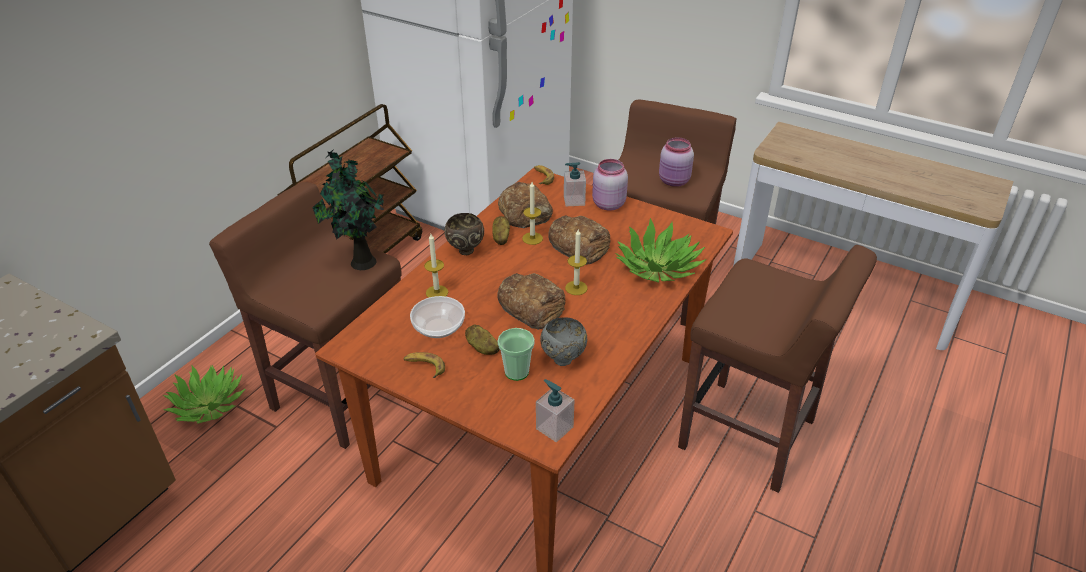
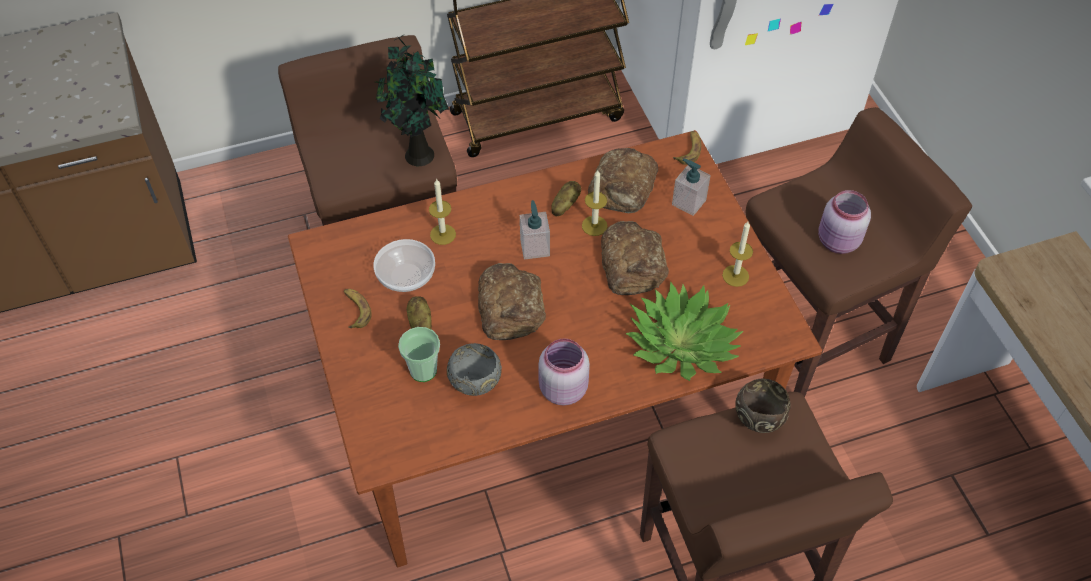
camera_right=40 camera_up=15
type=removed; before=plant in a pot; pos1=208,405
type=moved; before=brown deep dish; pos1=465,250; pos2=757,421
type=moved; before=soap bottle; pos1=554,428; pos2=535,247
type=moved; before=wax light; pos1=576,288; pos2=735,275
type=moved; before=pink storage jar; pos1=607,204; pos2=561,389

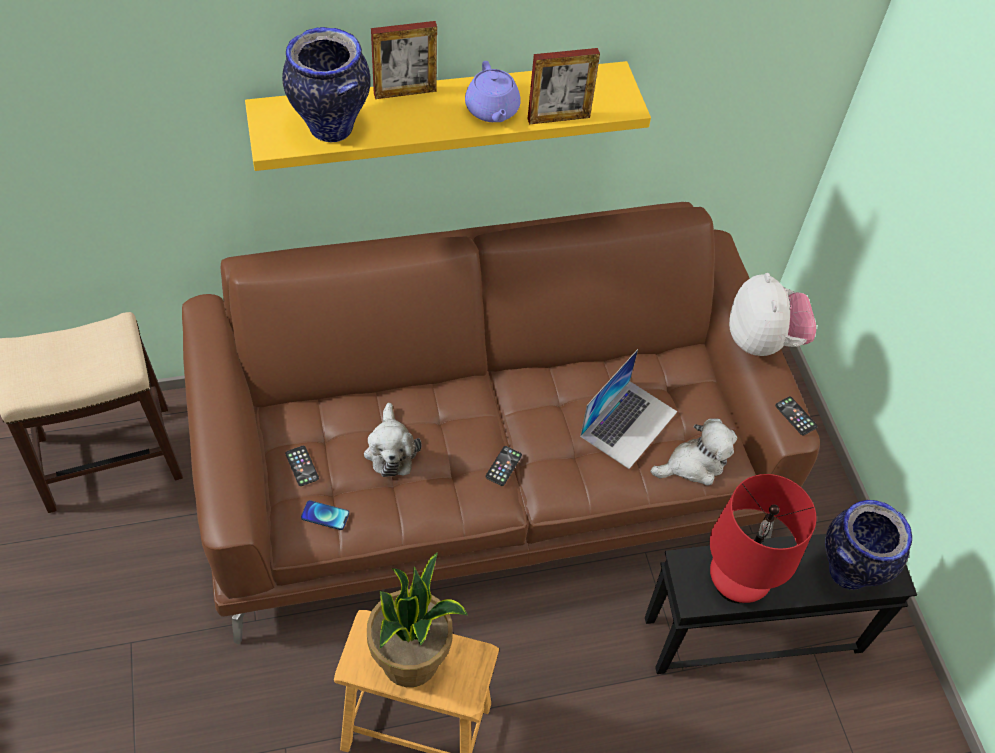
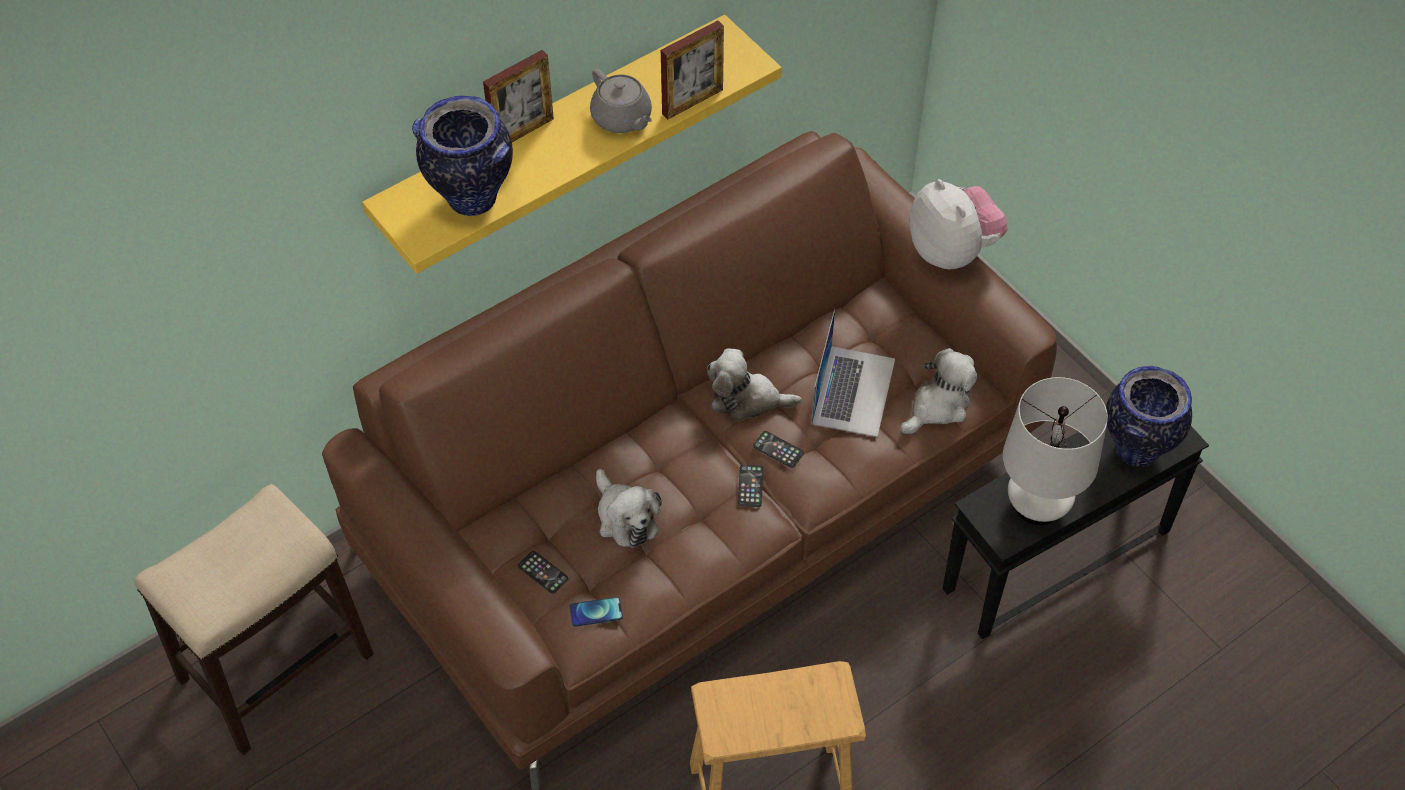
camera_right=-20 camera_up=0
type=removed; before=plant in a pot; pos1=411,660
type=added; after=soft toy; pos2=747,399
type=moved; before=telephone; pos1=796,416; pos2=778,449
type=recoloured; before=purplish pot for tea; after=grey pot for tea; pos1=492,110; pos2=622,118
type=recoloured; before=red tabletop lamp; after=white-coloured tabletop lamp; pos1=736,583; pos2=1037,505

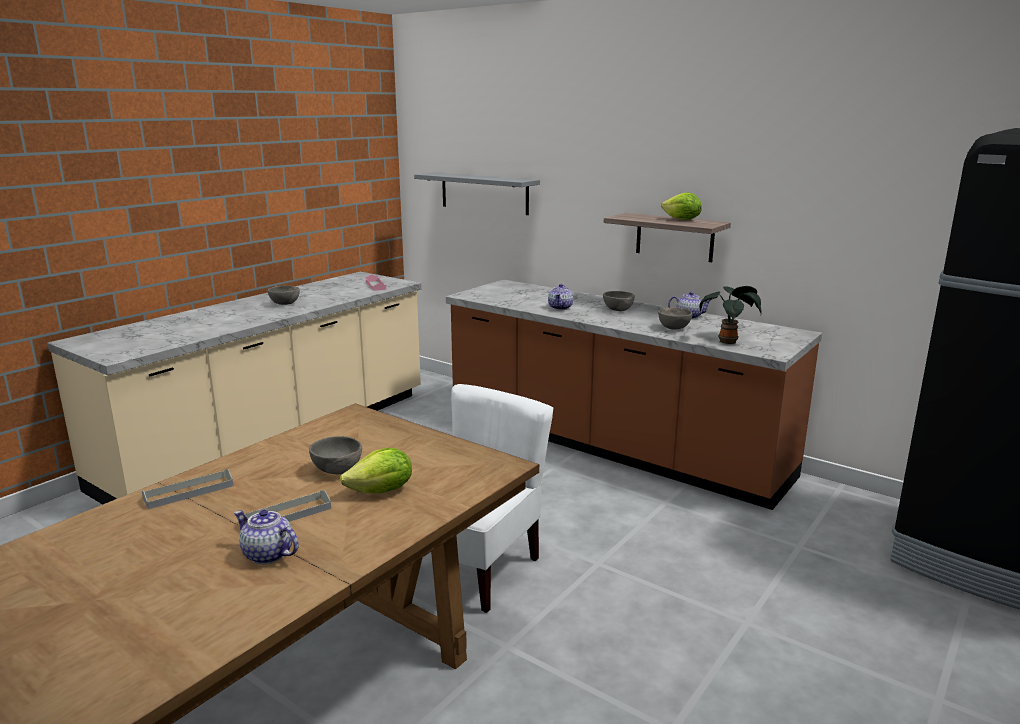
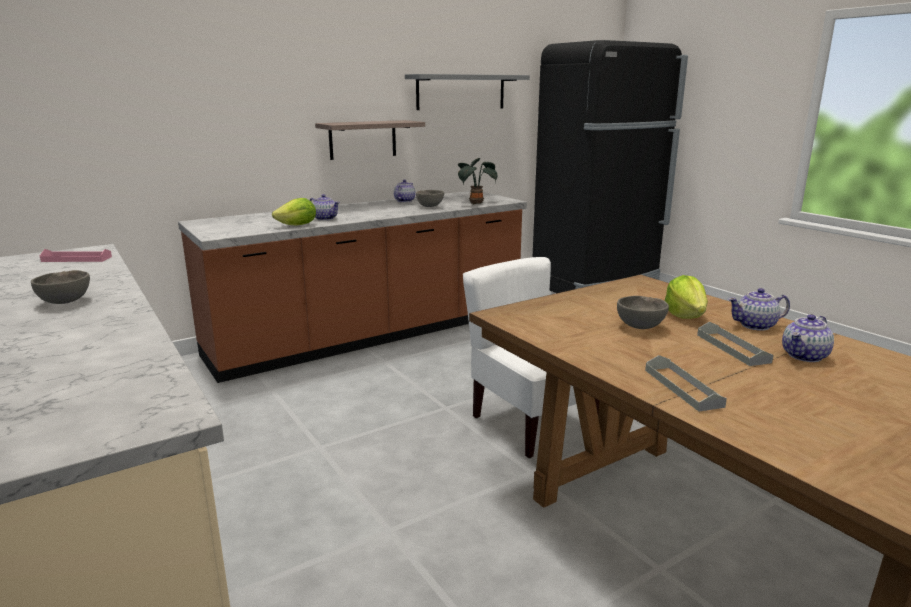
camera_right=-70 camera_up=0
type=removed; before=grey deep dish; pos1=618,310
type=added; after=pot for tea; pos2=756,325
type=moved; before=grey shelf; pos1=484,193; pos2=461,92
type=moved; before=lettuce; pos1=681,220; pos2=298,225

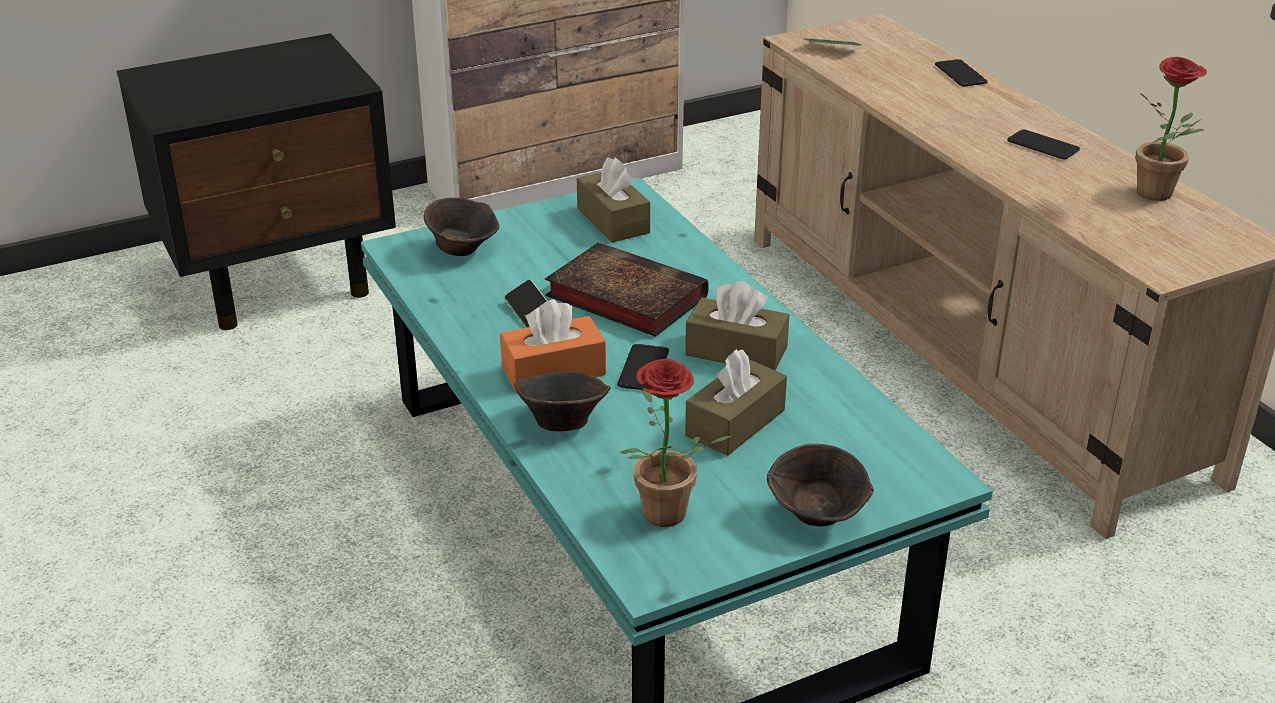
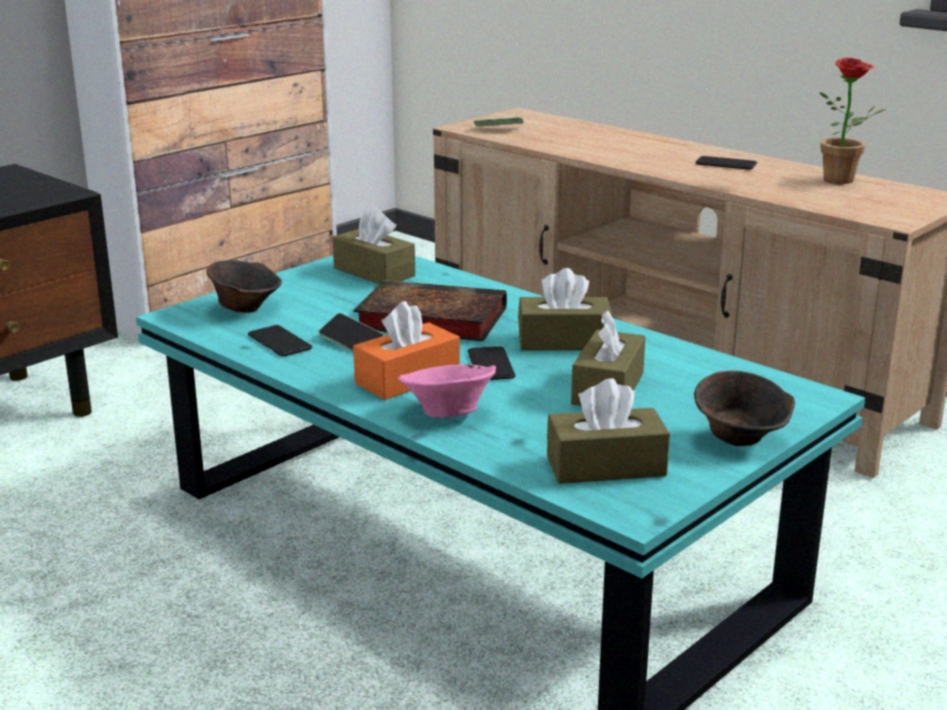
camera_right=-20 camera_up=-10
type=moved; before=telephone; pos1=960,74; pos2=279,342
type=replaced; before=plant in a pot; after=brown box of tissues; pos1=663,520; pos2=606,466
type=recoloured; before=brown deep dish; after=pink deep dish; pos1=561,423; pos2=447,414

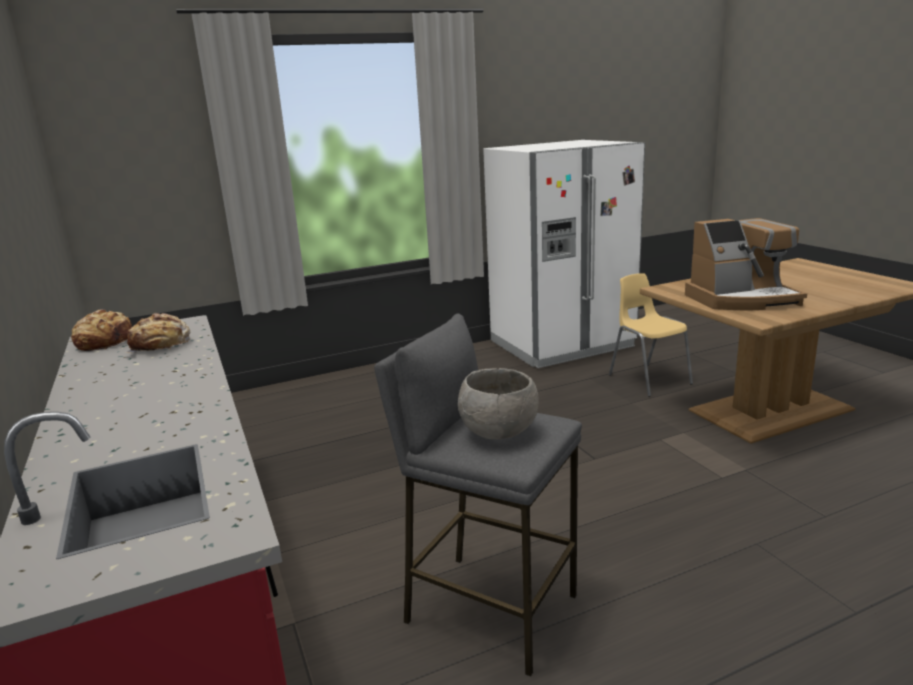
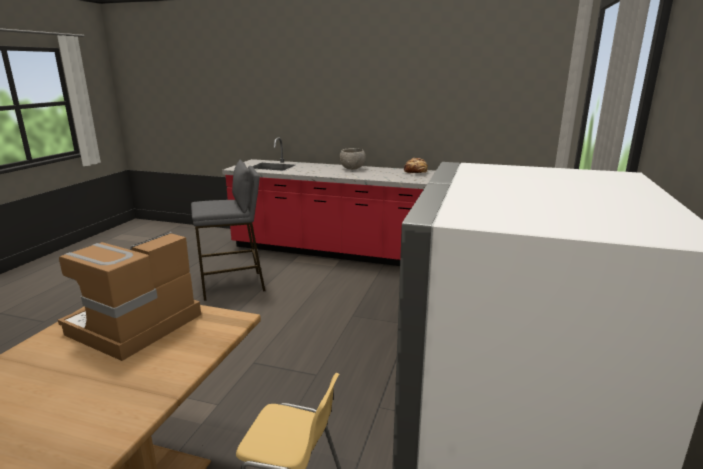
camera_right=130 camera_up=0
type=removed; before=bakery bread; pos1=161,345
type=moved; before=grey deep dish; pos1=499,433; pos2=352,169

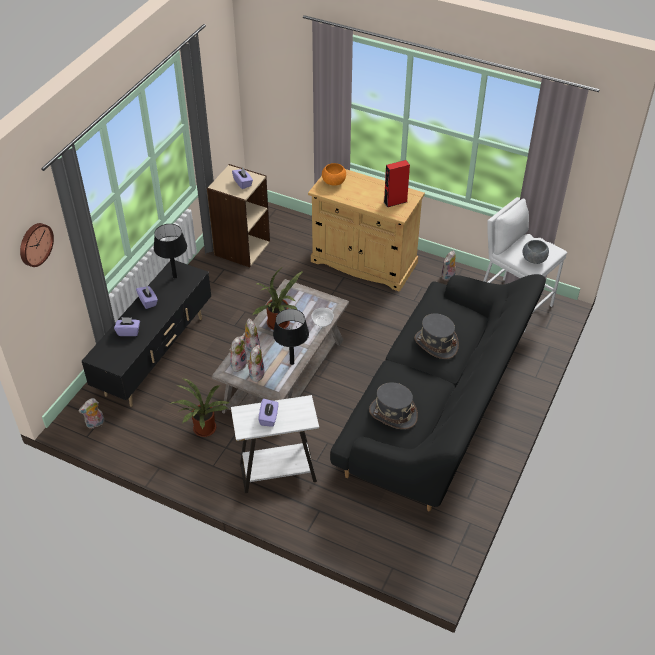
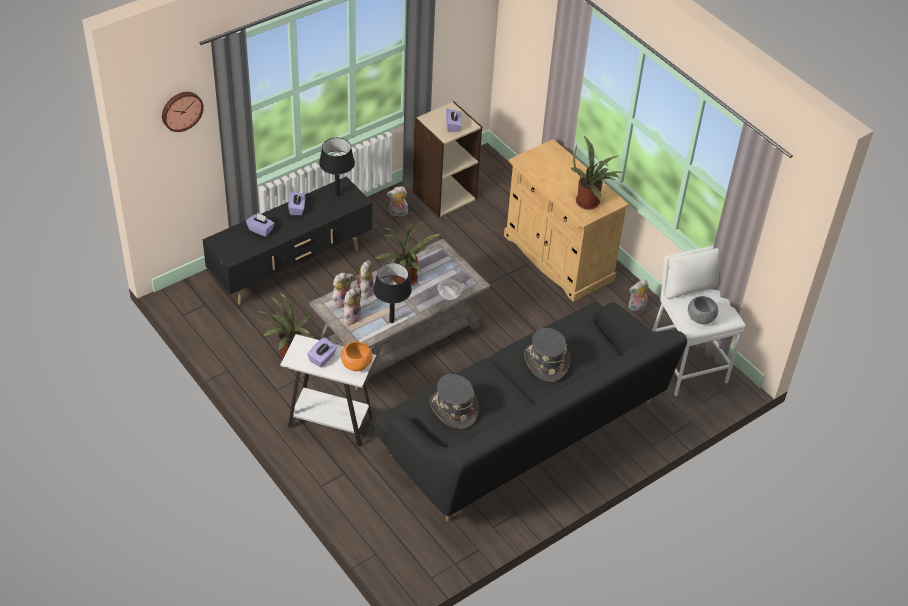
camera_right=25 camera_up=0
type=moved; before=soft toy; pos1=95,424; pos2=398,213
type=moved; before=orange-coloured deep dish; pos1=334,182; pos2=356,364
type=replaced; before=red speaker; after=plant in a pot; pos1=395,202; pos2=590,202

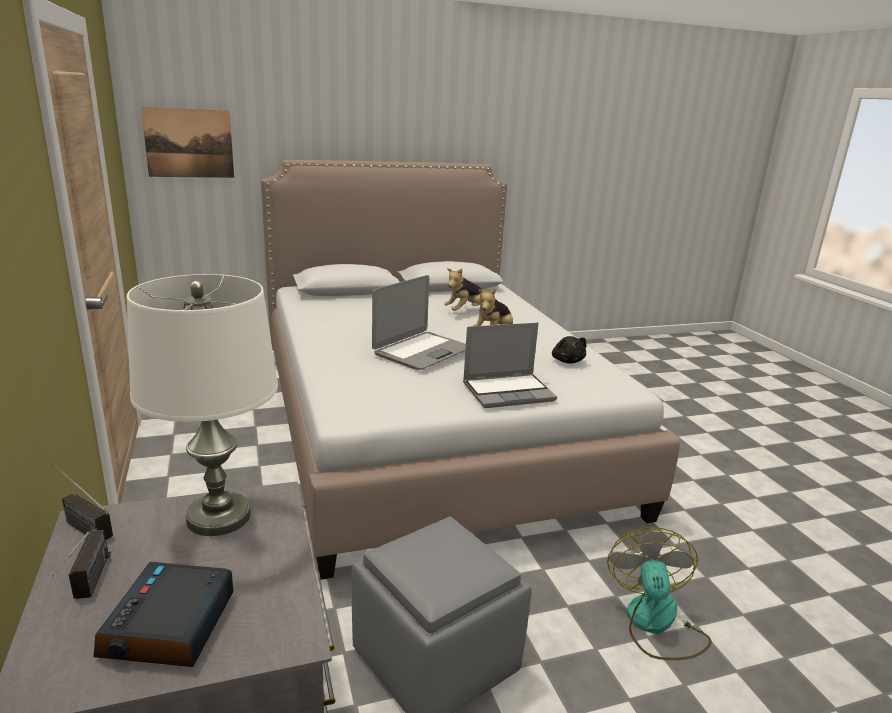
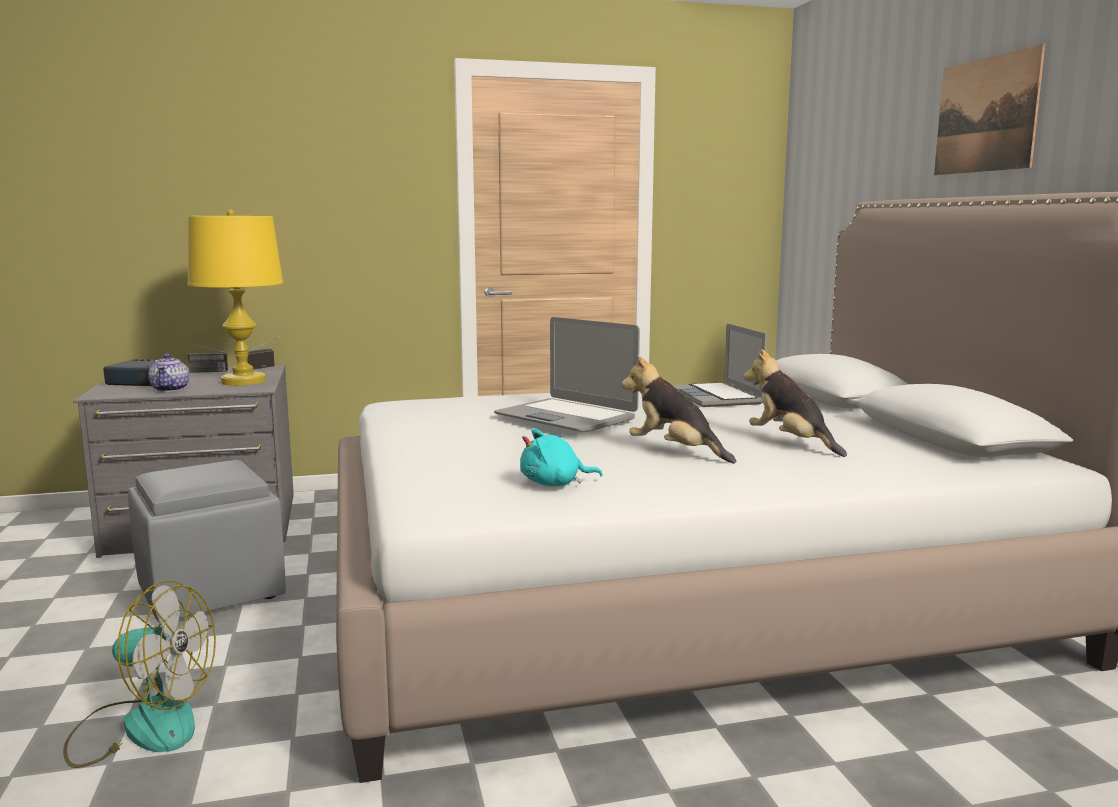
camera_right=95 camera_up=-10
type=added; after=pot for tea; pos2=171,389
type=moved; before=picture; pos1=189,143; pos2=986,115
type=moved; before=portable computer; pos1=509,392; pos2=717,397
type=recoloured; before=white-coloured tabletop lamp; after=yellow-coloured tabletop lamp; pos1=218,517; pos2=243,381
type=recoloured; before=blackish soft toy; after=blue-green soft toy; pos1=567,361; pos2=554,484

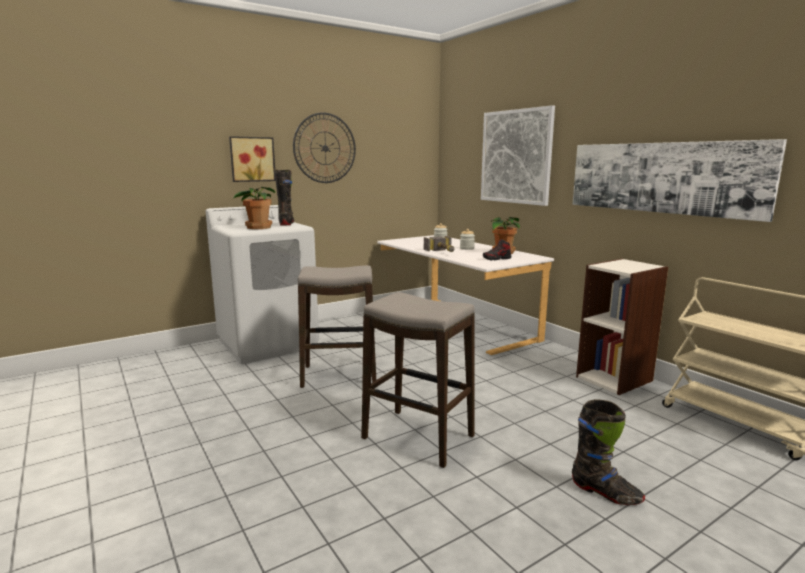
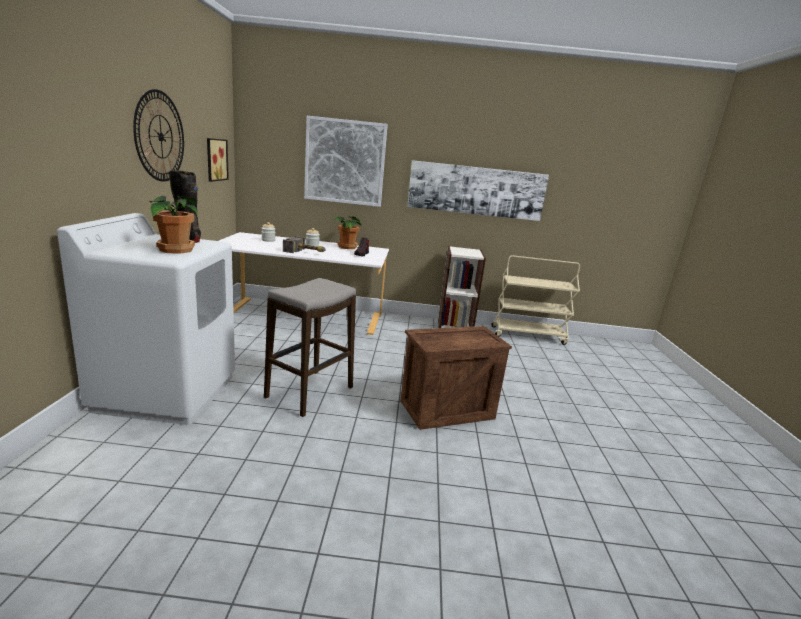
camera_right=-55 camera_up=5
type=removed; before=blackish tall boot; pos1=605,493
type=moved; before=picture; pos1=252,159; pos2=215,159
type=replaced; before=stool seat; after=packing crate; pos1=418,437; pos2=447,409

